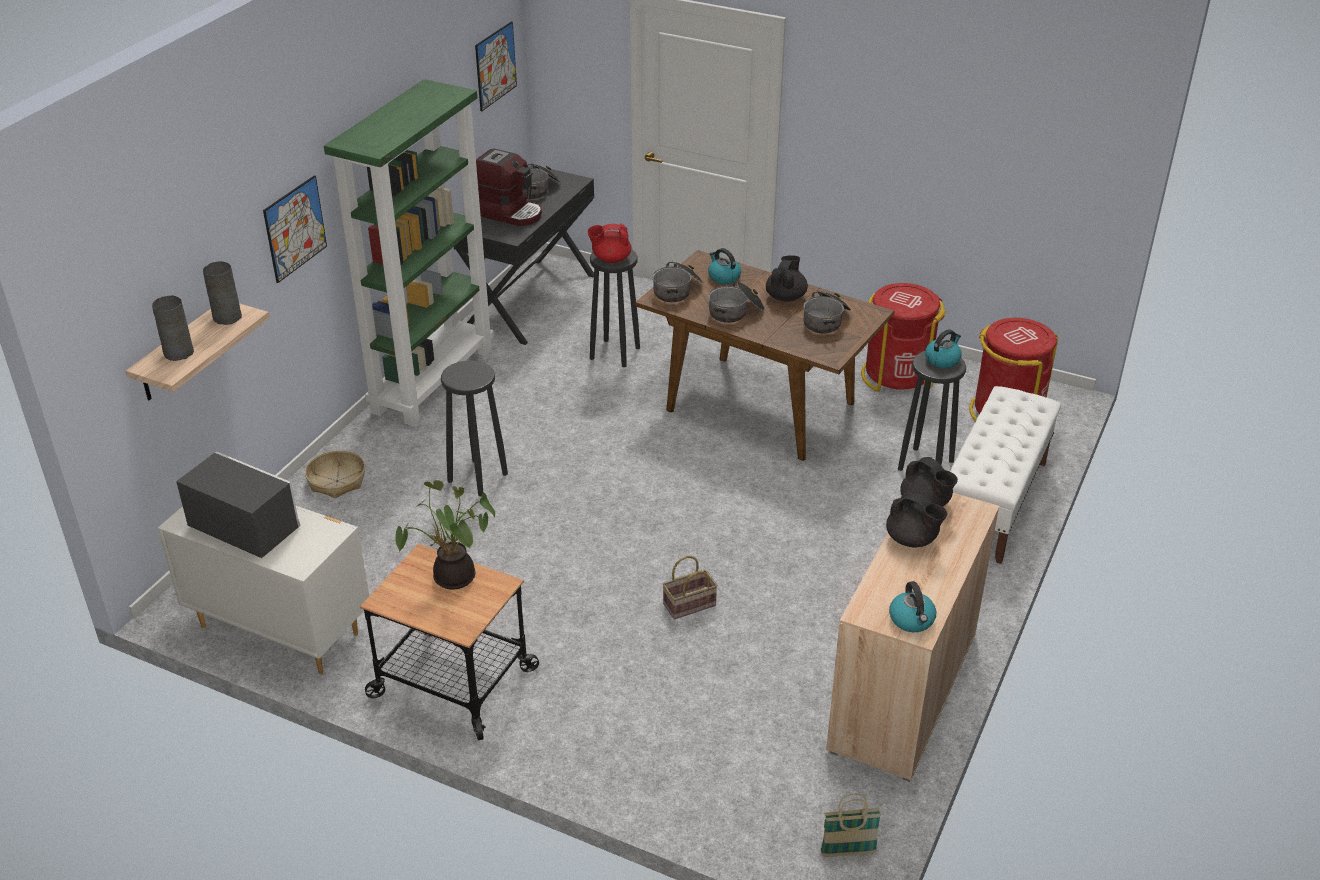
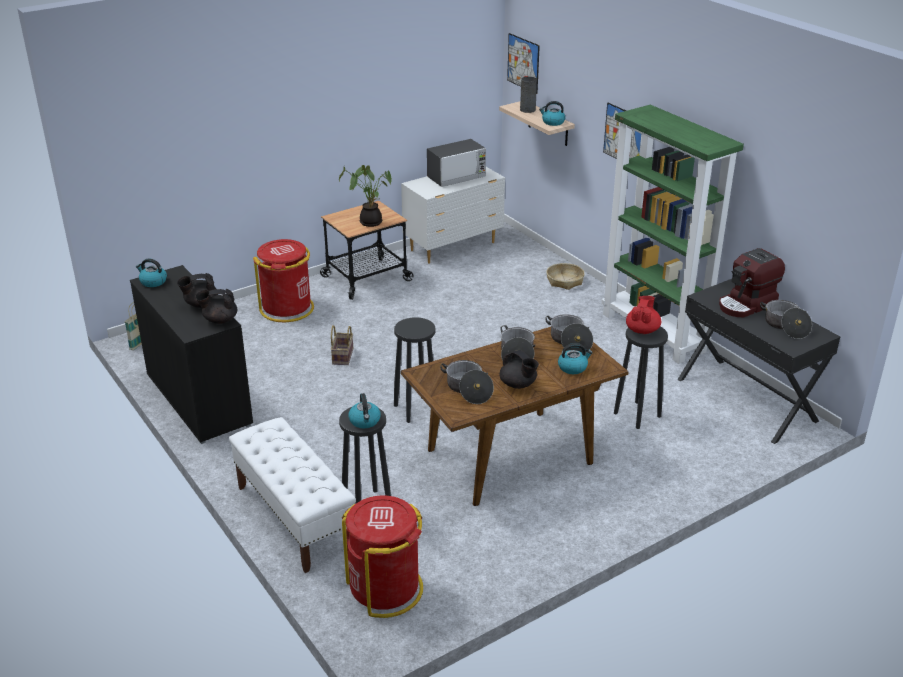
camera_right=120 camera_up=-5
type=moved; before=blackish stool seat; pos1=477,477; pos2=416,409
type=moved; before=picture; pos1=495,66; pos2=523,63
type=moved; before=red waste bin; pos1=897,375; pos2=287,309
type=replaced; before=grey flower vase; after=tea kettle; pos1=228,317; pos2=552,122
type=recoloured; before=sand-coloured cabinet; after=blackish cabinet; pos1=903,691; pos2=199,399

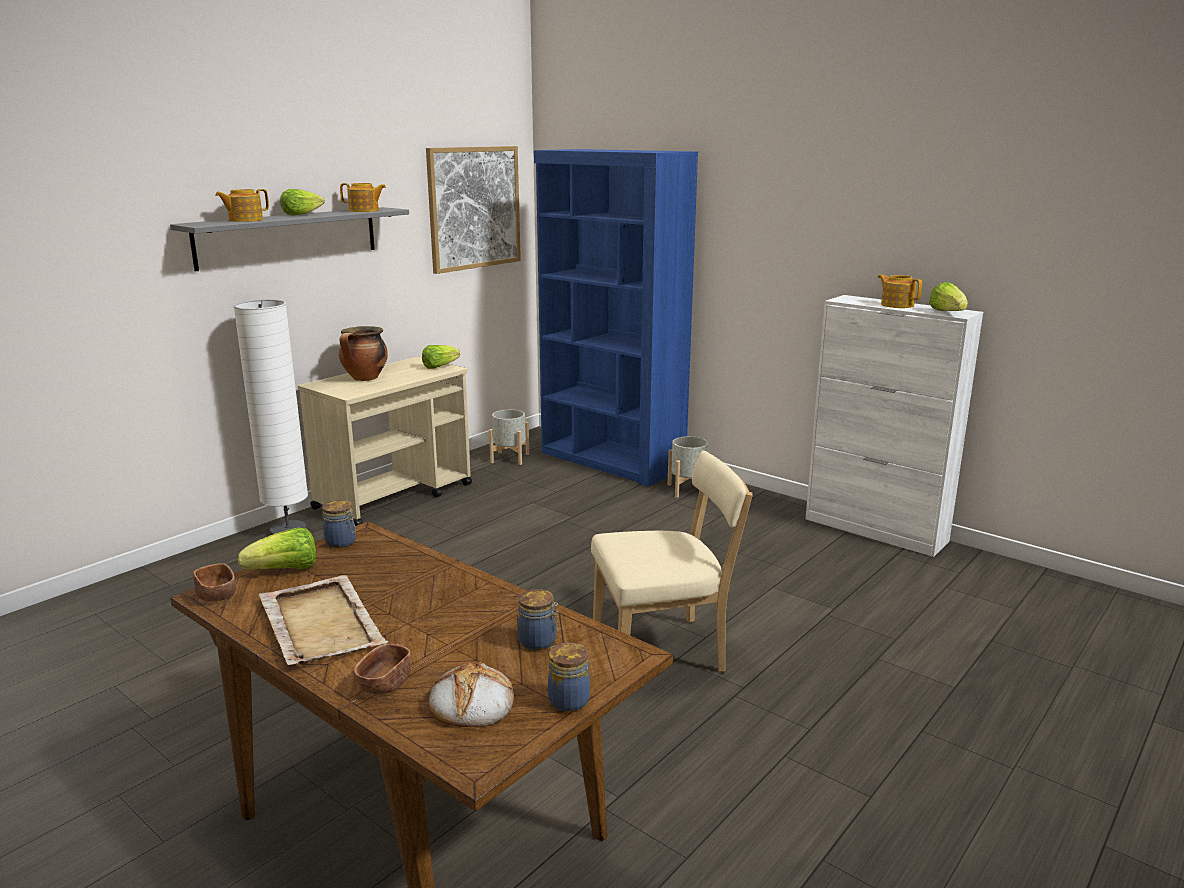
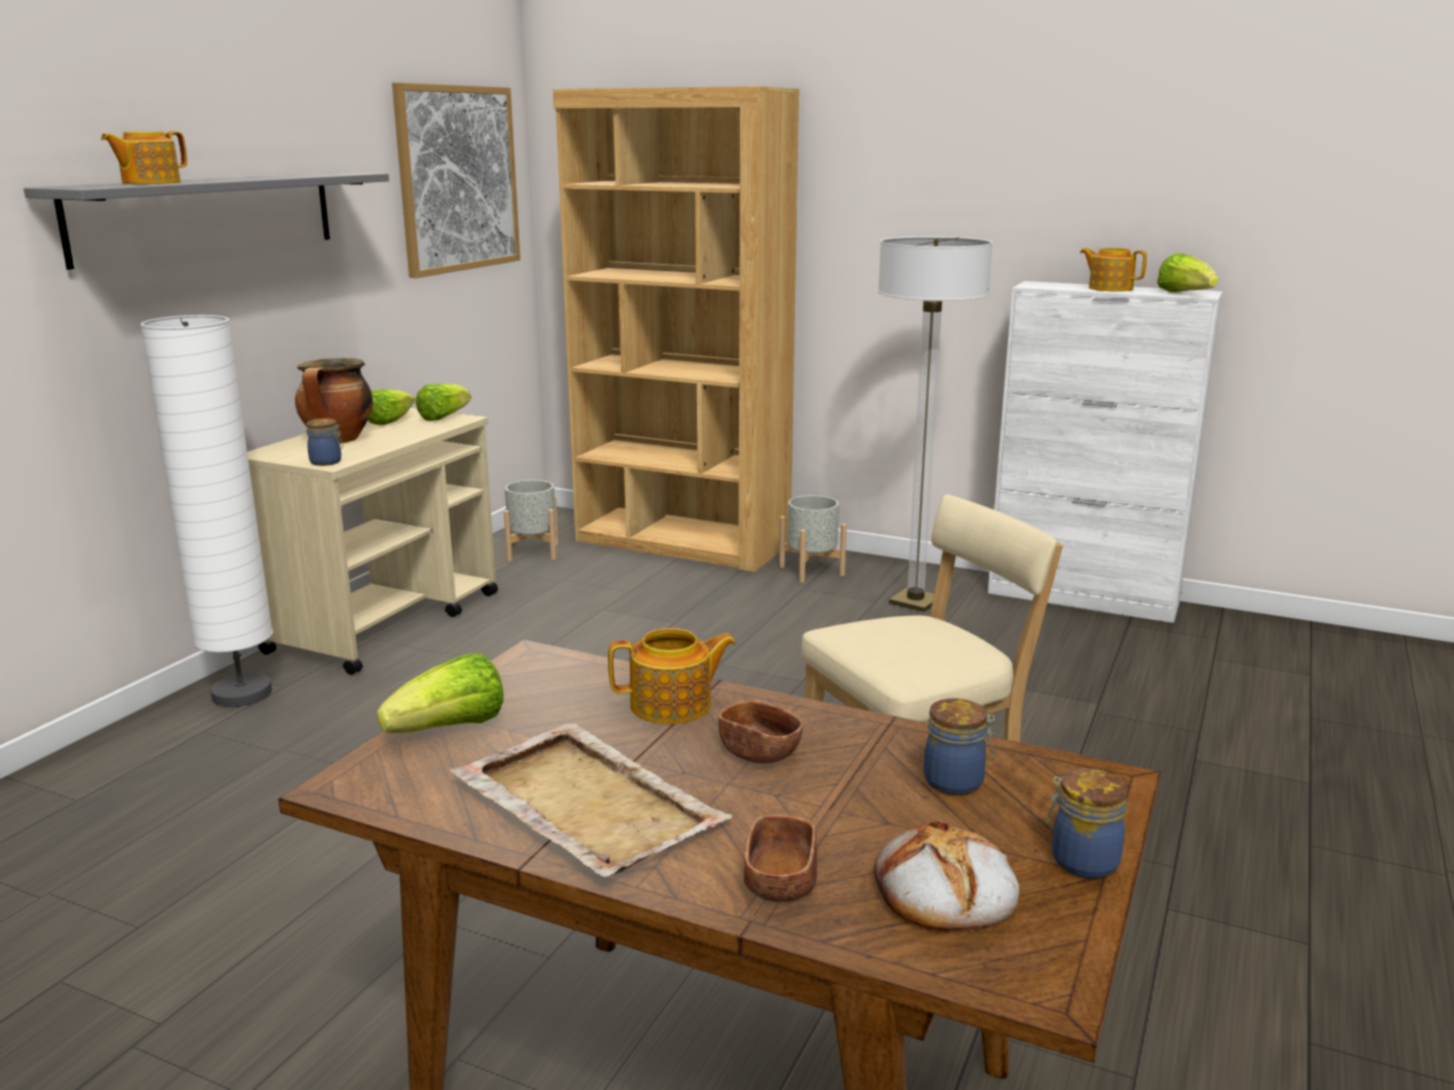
camera_right=-15 camera_up=0
type=added; after=floor lamp; pos2=915,602
type=moved; before=brown deep dish; pos1=217,595; pos2=759,753
type=moved; before=lettuce; pos1=301,214; pos2=388,421
type=moved; before=storage jar; pos1=341,542; pos2=327,462
type=moved; before=pot for tea; pos1=364,210; pos2=673,706
type=recoloured; before=blue-coloured shelving unit; after=brown shelving unit; pos1=611,461; pos2=682,543

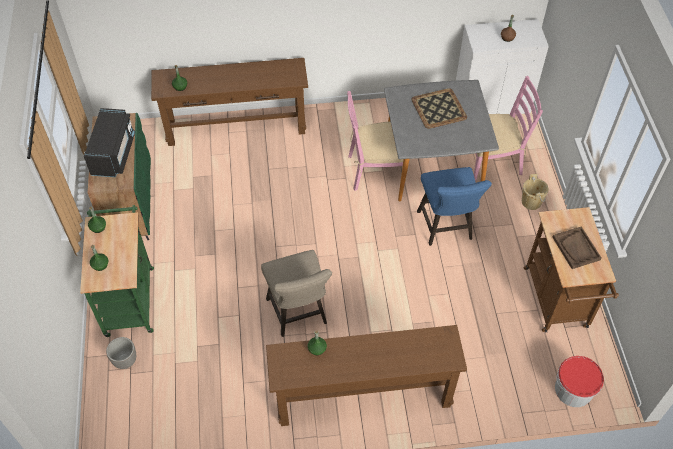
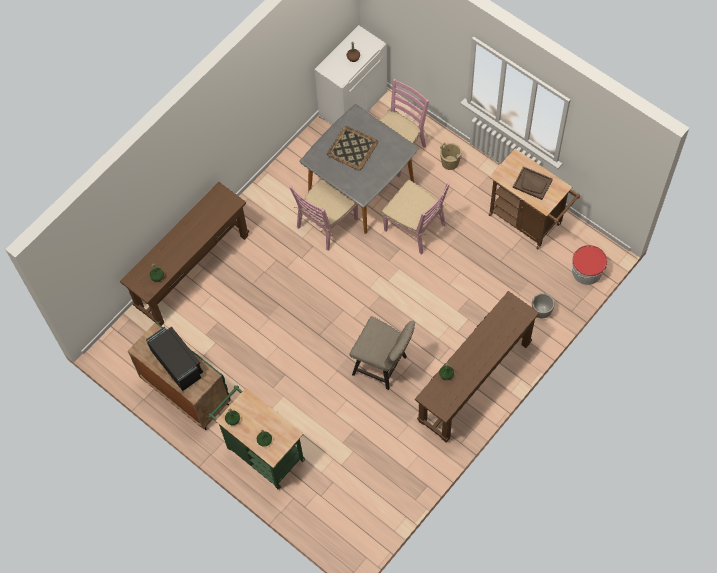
camera_right=-40 camera_up=10
type=moved; before=planter; pos1=125,361; pos2=541,312
type=replaced; before=blue-coloured stool seat; after=pink plain chair; pos1=446,228; pos2=415,227

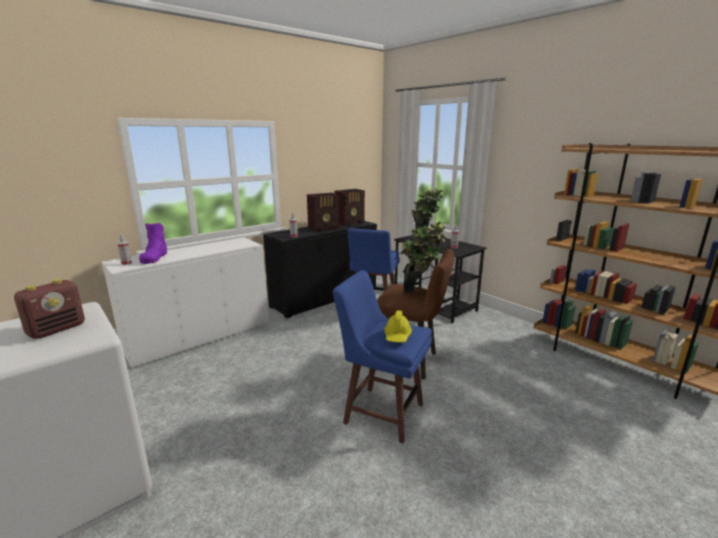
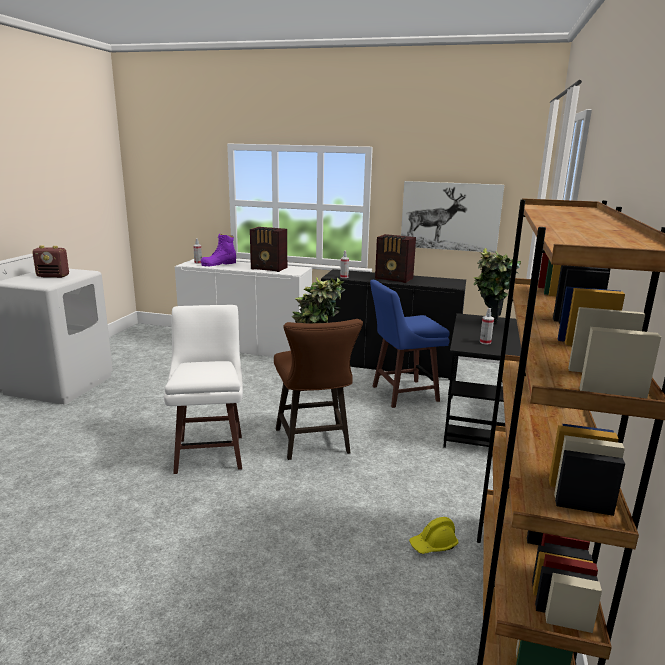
camera_right=55 camera_up=0
type=added; after=picture; pos2=450,216
type=moved; before=radio; pos1=350,222; pos2=269,269
type=moved; before=yellow-coloured safety helmet; pos1=397,336; pos2=433,545
type=recoloured; before=blue-coloured stool seat; after=white-coloured stool seat; pos1=382,412; pos2=210,452

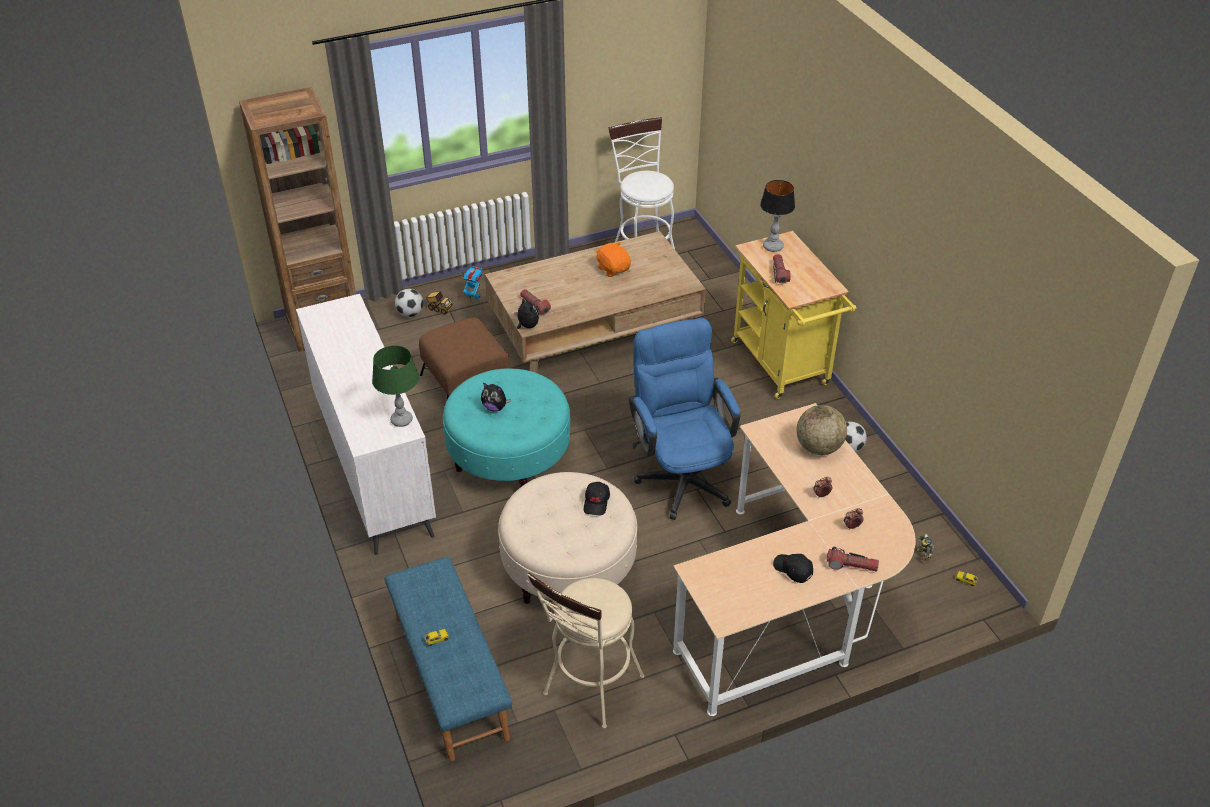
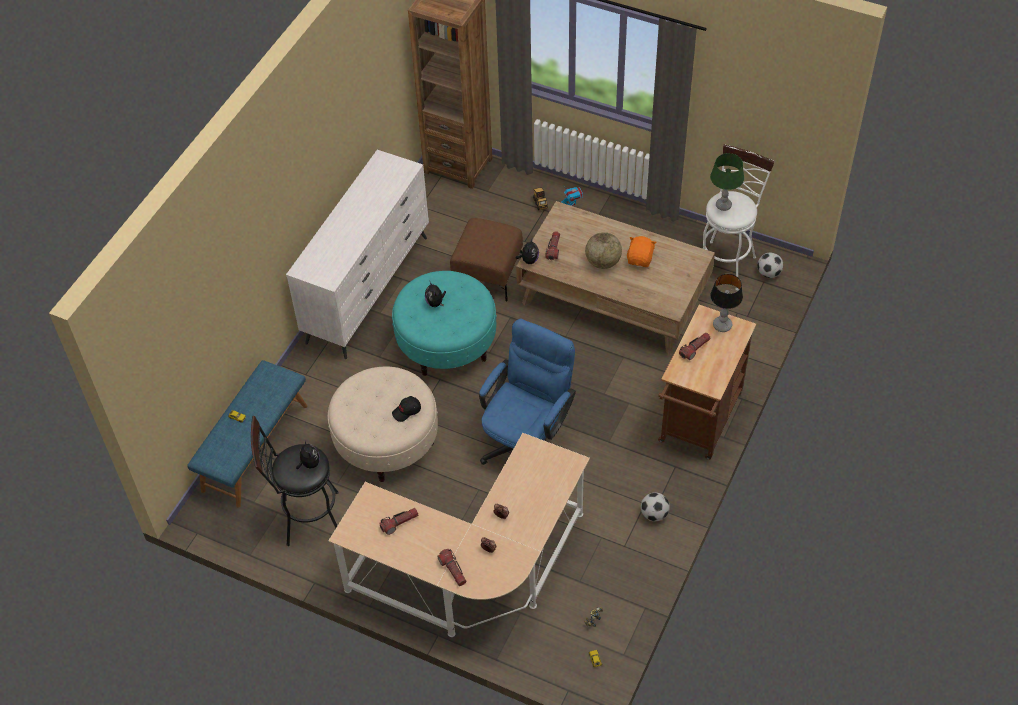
camera_right=50 camera_up=10
type=removed; before=blackish peaked cap; pos1=792,570
type=added; after=soft toy; pos2=309,463
type=added; after=flashlight; pos2=399,523
type=moved; before=greenish tabletop lamp; pos1=402,420; pos2=723,205
type=moved; before=football ball; pos1=410,313; pos2=768,273
type=moved; before=desk globe; pos1=818,447; pos2=603,262
type=recoloured; before=sand-coloured stool seat; after=blackish stool seat; pos1=589,691; pos2=306,519
type=recoloured; before=yellow-coloured trolley; after=brown trolley; pos1=783,367; pos2=698,423

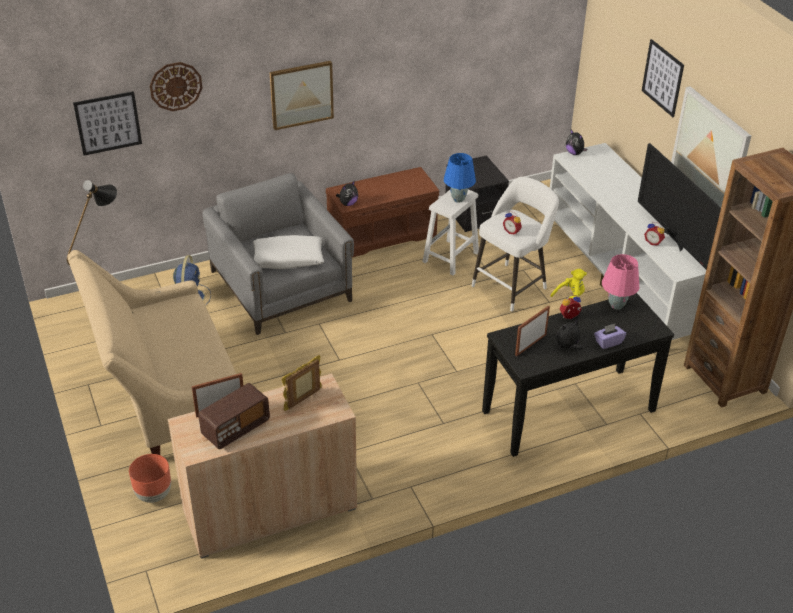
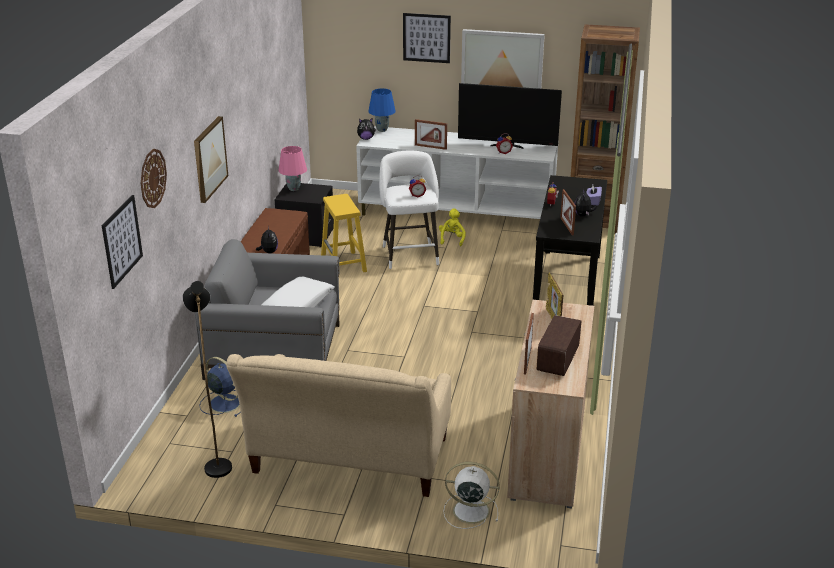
camera_right=-55 camera_up=-10
type=added; after=standing frame; pos2=430,147
type=moved; before=blue-coloured tabletop lamp; pos1=458,199; pos2=382,130
type=moved; before=pink tabletop lamp; pos1=616,306; pos2=294,189
type=replaced; before=brown planter; after=white-coloured fan; pos1=153,494; pos2=469,511
type=recoloured; before=white-coloured stool seat; after=yellow-coloured stool seat; pos1=450,258; pos2=344,264
type=turned; before=radio; pos1=235,428; pos2=558,360; turn=-150

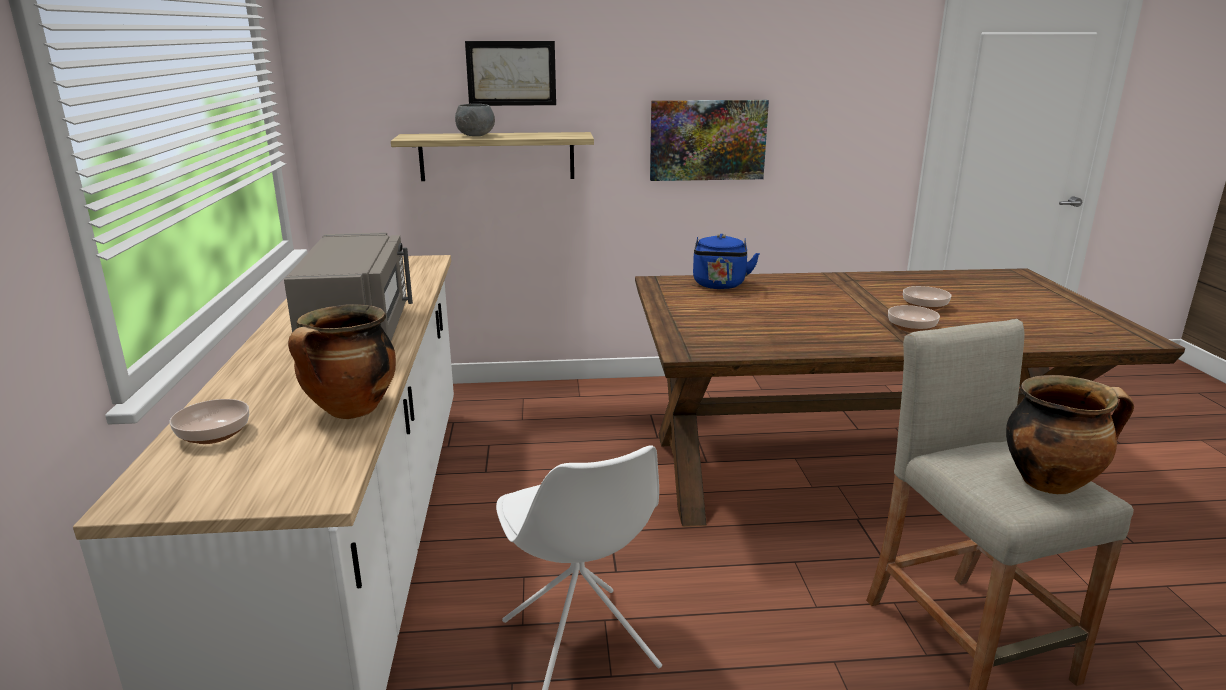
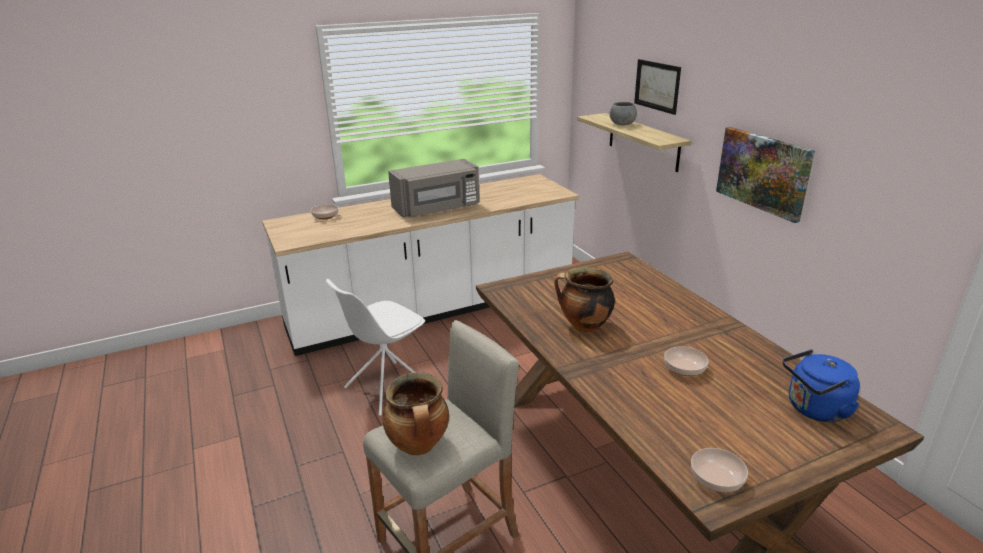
camera_right=70 camera_up=5
type=moved; before=saucepot; pos1=351,411; pos2=583,326
type=moved; before=blue-coloured tea kettle; pos1=719,285; pos2=814,409
type=moved; before=deep dish; pos1=911,327; pos2=715,478

